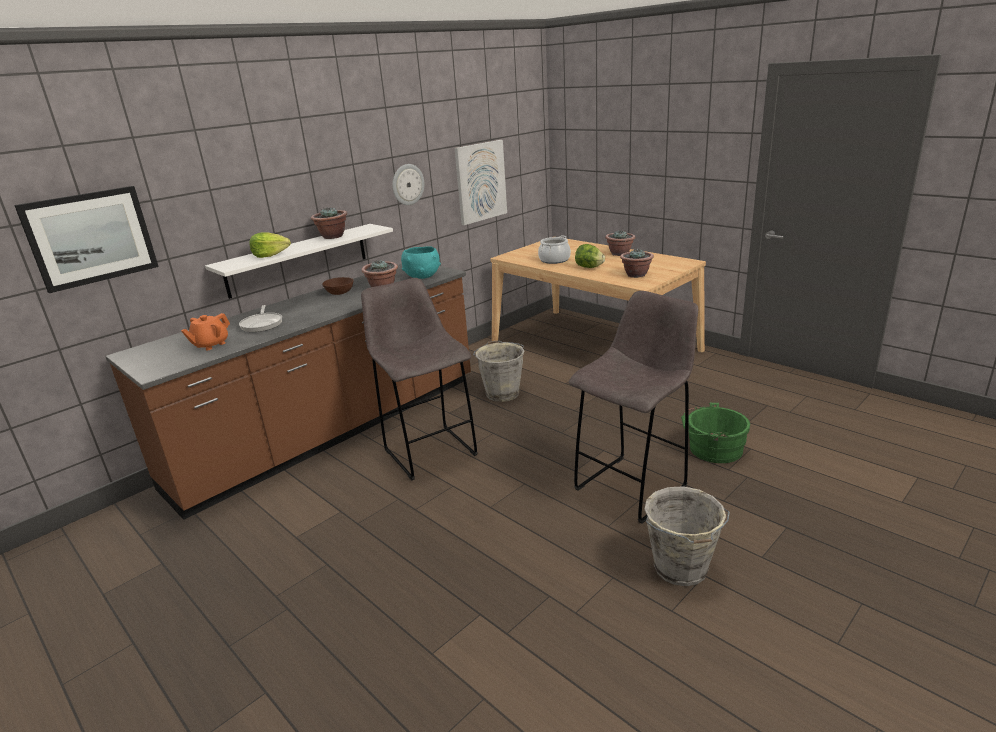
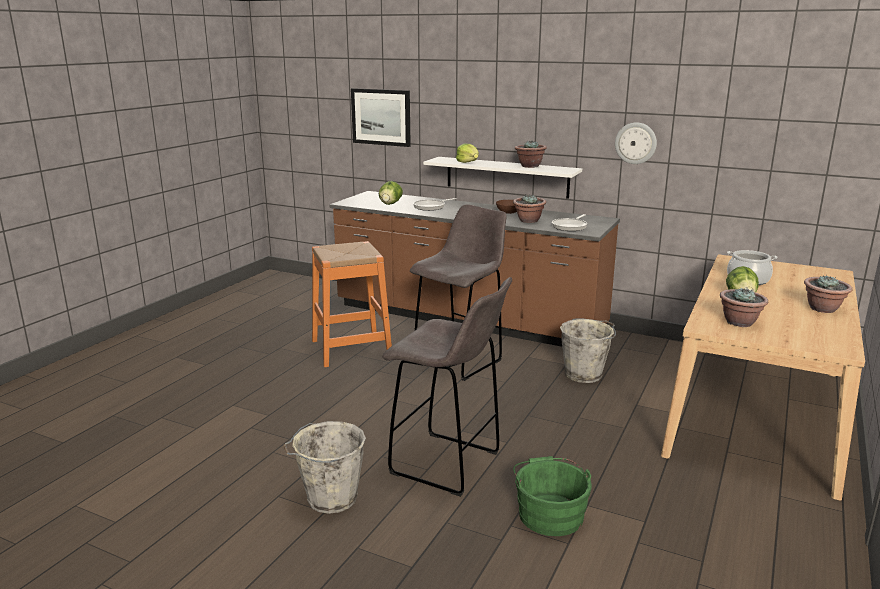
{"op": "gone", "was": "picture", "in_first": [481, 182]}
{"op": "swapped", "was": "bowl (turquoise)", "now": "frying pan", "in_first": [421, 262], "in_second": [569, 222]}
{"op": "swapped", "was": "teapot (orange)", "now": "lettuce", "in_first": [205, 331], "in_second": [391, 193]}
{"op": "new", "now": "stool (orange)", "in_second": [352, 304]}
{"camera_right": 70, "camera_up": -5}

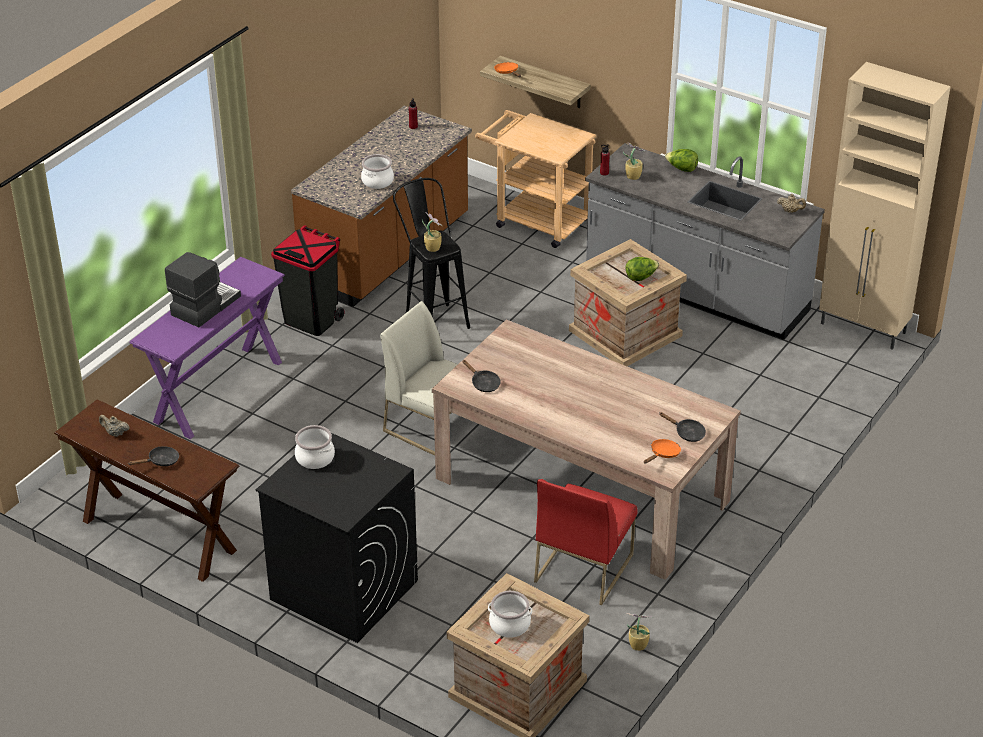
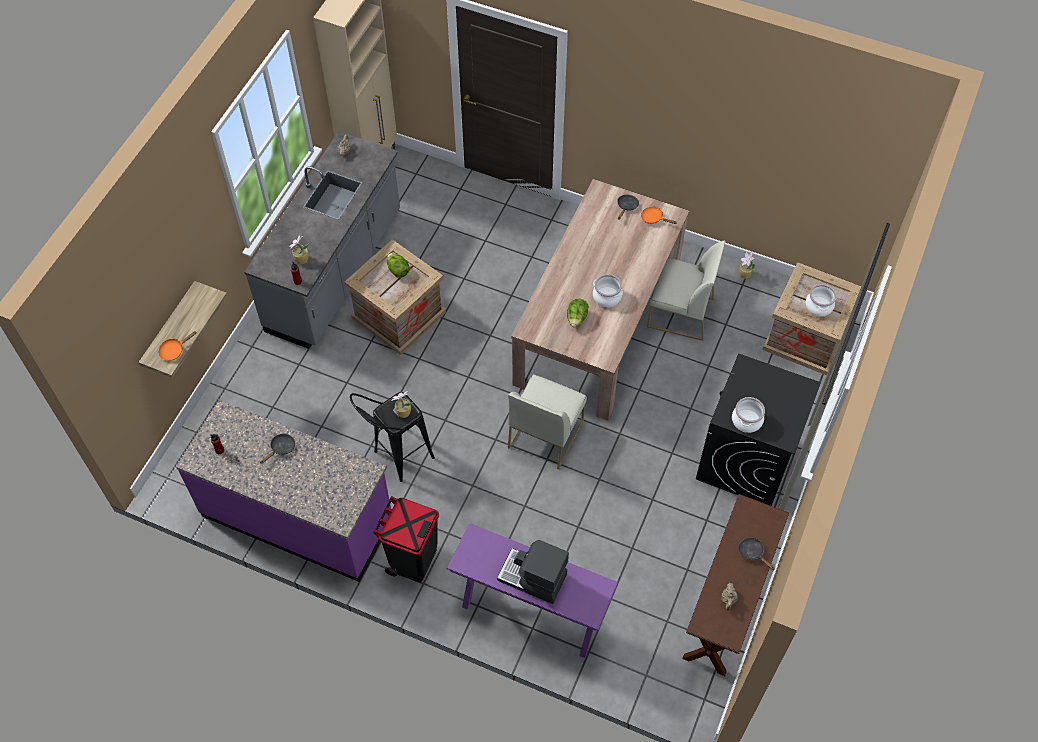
{"op": "repainted", "was": "counter (brown)", "now": "counter (purple)", "in_first": [381, 206], "in_second": [283, 491]}
{"op": "gone", "was": "cart (beige)", "in_first": [535, 179]}
{"op": "shifted", "was": "lettuce", "in_first": [681, 160], "in_second": [578, 312]}
{"op": "shifted", "was": "cooking pot", "in_first": [377, 171], "in_second": [608, 290]}
{"op": "shifted", "was": "frying pan (black)", "in_first": [481, 376], "in_second": [277, 449]}
{"op": "repainted", "was": "chair (red)", "now": "chair (white)", "in_first": [586, 542], "in_second": [686, 291]}
{"camera_right": -100, "camera_up": 20}

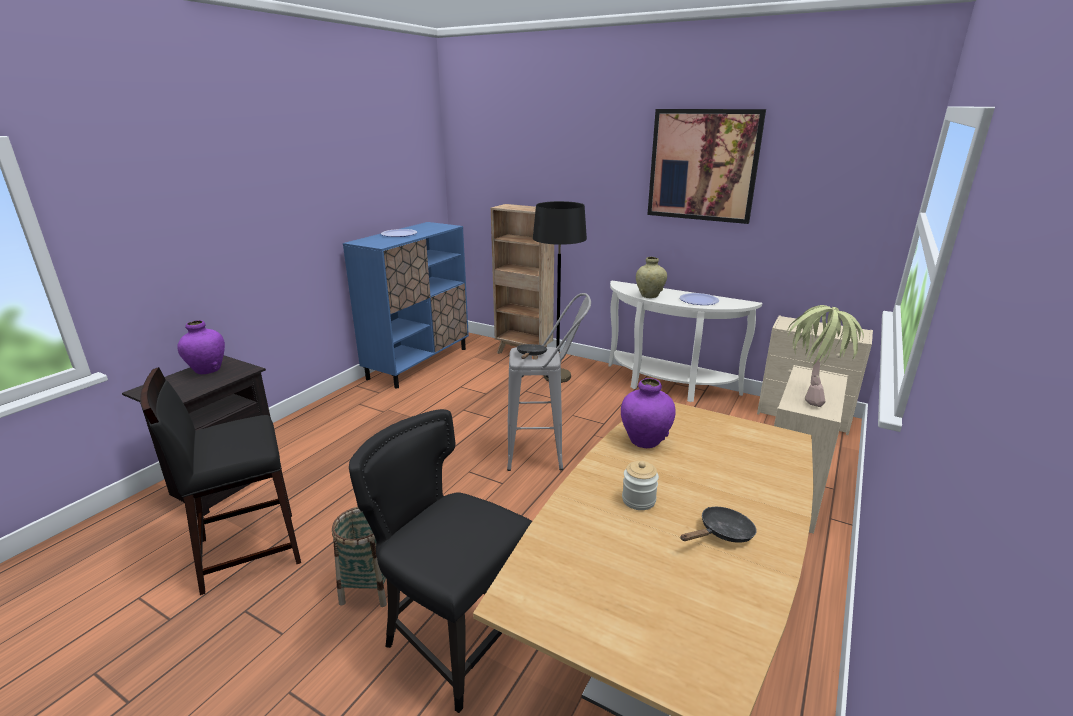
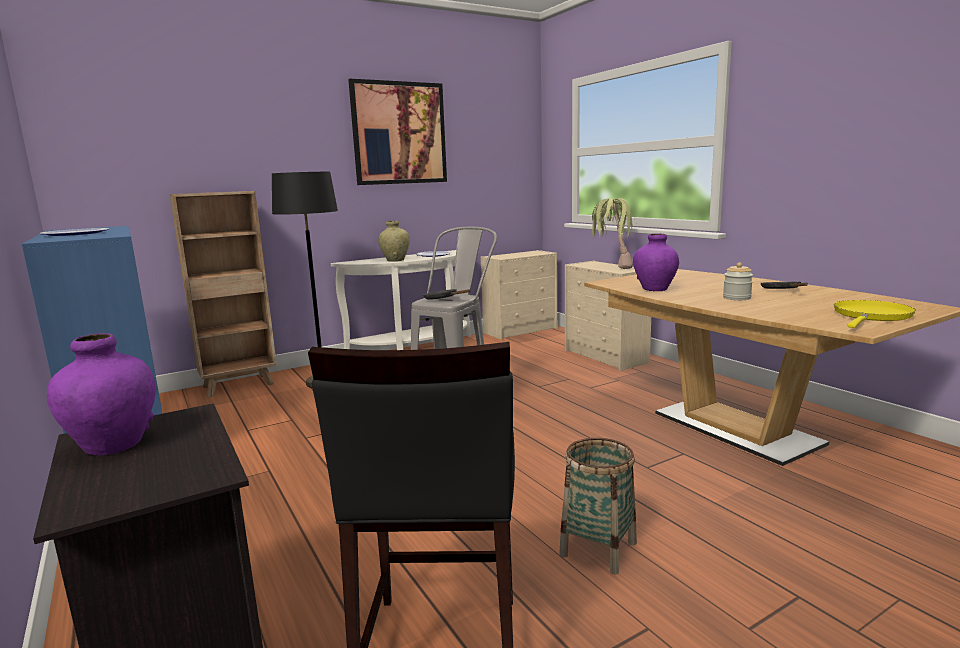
{"op": "gone", "was": "chair (black)", "in_first": [440, 561]}
{"op": "new", "now": "frying pan (yellow)", "in_second": [875, 314]}
{"camera_right": -60, "camera_up": -10}

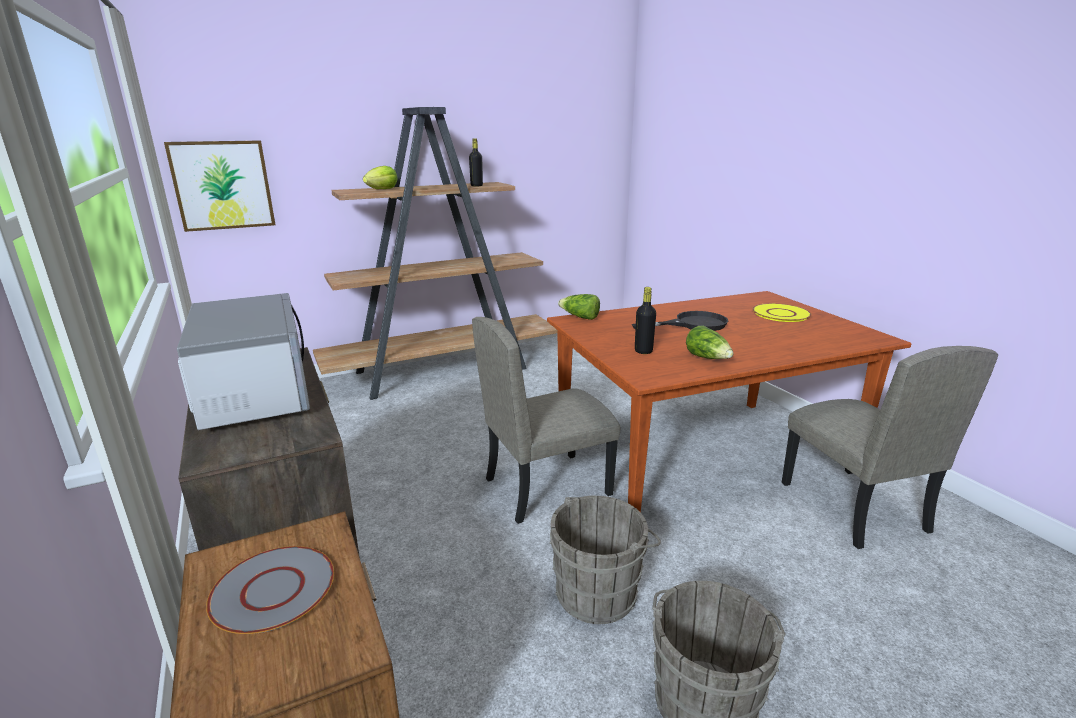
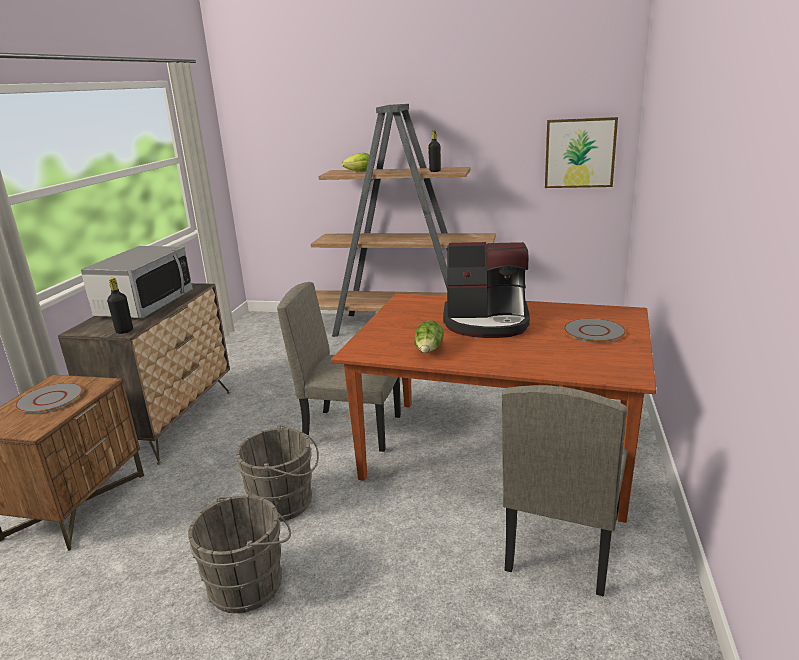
{"op": "shifted", "was": "picture", "in_first": [219, 186], "in_second": [581, 152]}
{"op": "shifted", "was": "bottle (black)", "in_first": [645, 320], "in_second": [120, 306]}
{"op": "gone", "was": "lettuce", "in_first": [579, 307]}
{"op": "repainted", "was": "plate (yellow)", "now": "plate (grey)", "in_first": [782, 312], "in_second": [595, 330]}
{"op": "swapped", "was": "frying pan (black)", "now": "coffee machine", "in_first": [680, 321], "in_second": [486, 290]}
{"camera_right": 40, "camera_up": 0}

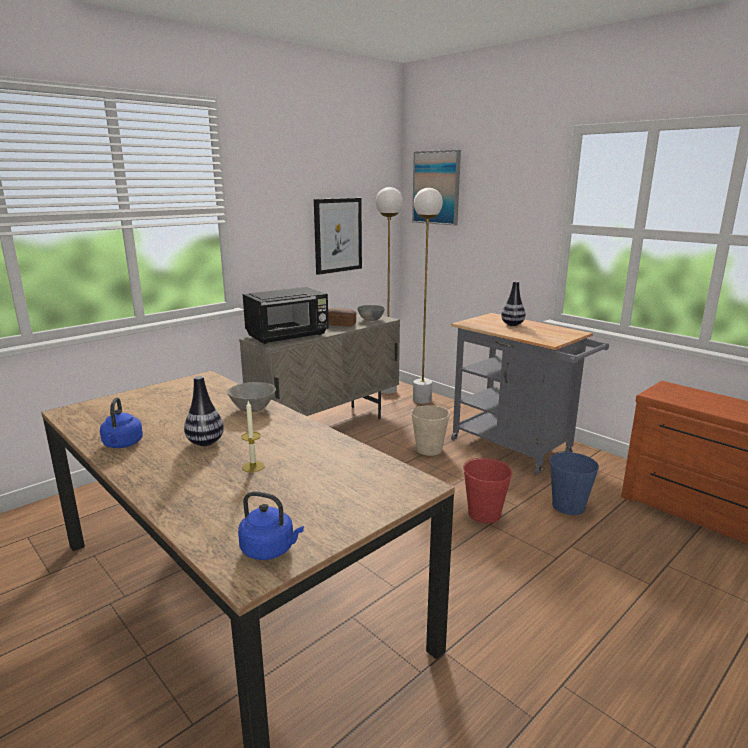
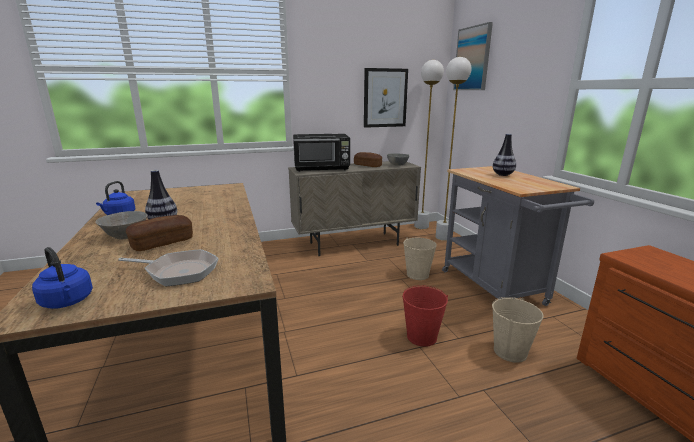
{"op": "shifted", "was": "bowl (grey)", "in_first": [251, 397], "in_second": [121, 225]}
{"op": "swapped", "was": "candle", "now": "bread", "in_first": [253, 437], "in_second": [159, 233]}
{"op": "repainted", "was": "bucket (blue)", "now": "bucket (beige)", "in_first": [574, 482], "in_second": [518, 330]}
{"op": "new", "now": "frying pan", "in_second": [168, 267]}
{"camera_right": 25, "camera_up": 0}

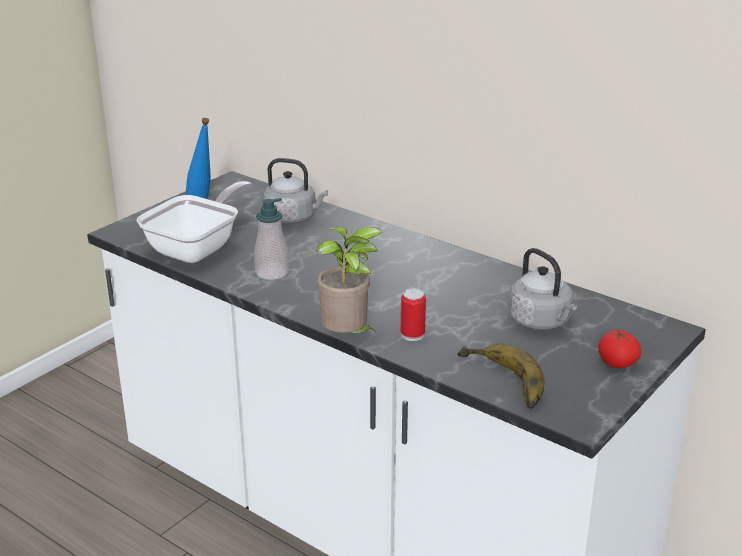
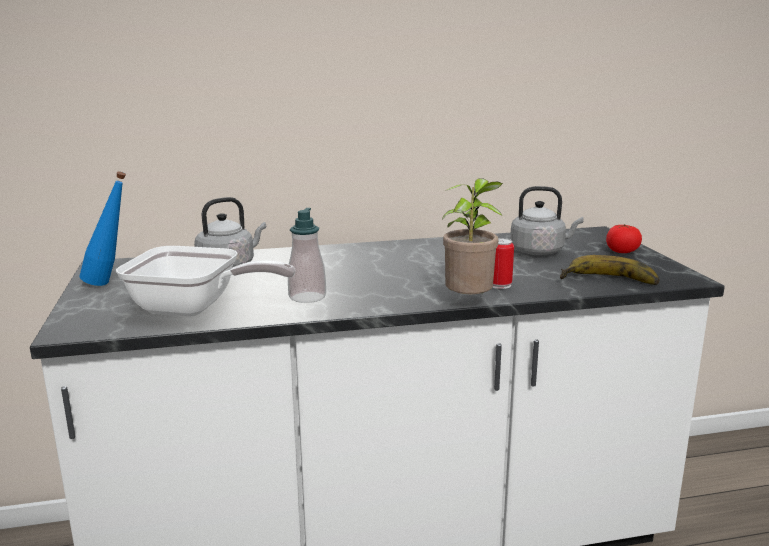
{"op": "rotated", "was": "frying pan", "in_first": [194, 222], "in_second": [206, 281], "clockwise": 120}
{"camera_right": -50, "camera_up": -10}

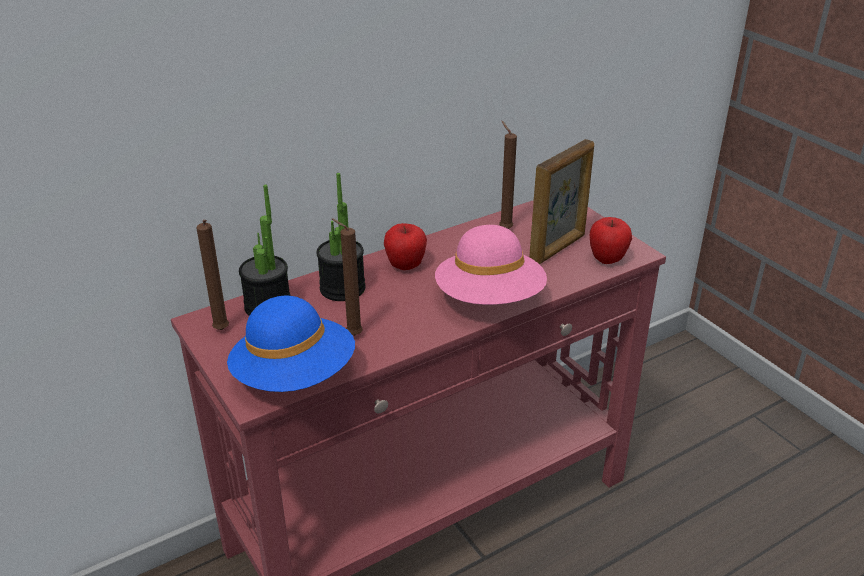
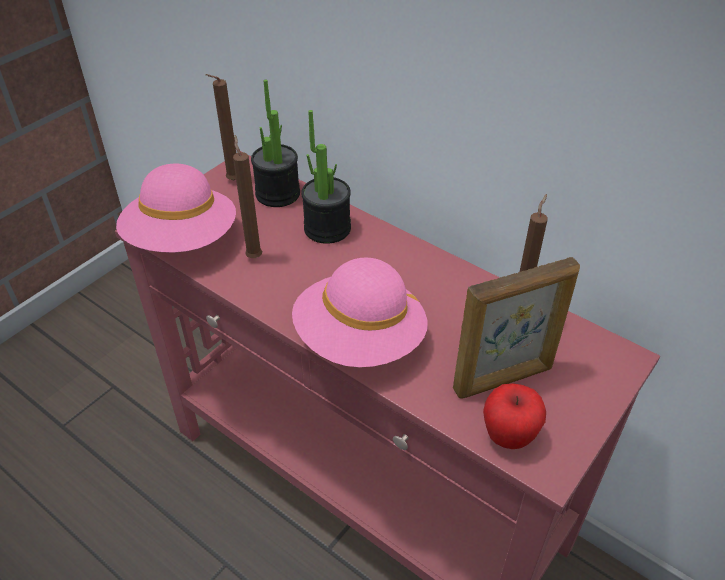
{"op": "rotated", "was": "picture frame", "in_first": [561, 201], "in_second": [516, 328], "clockwise": -45}
{"op": "gone", "was": "apple", "in_first": [405, 246]}
{"op": "repainted", "was": "hat (blue)", "now": "hat (pink)", "in_first": [291, 344], "in_second": [176, 208]}
{"camera_right": 70, "camera_up": 10}

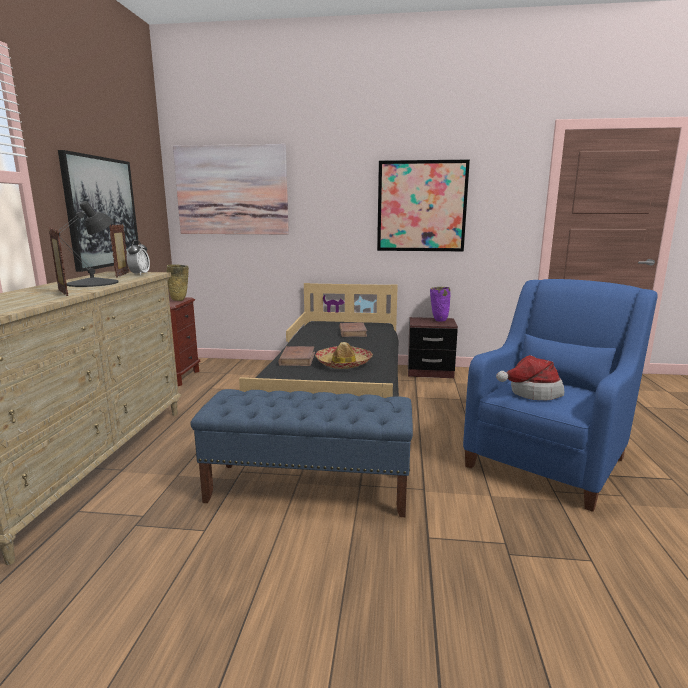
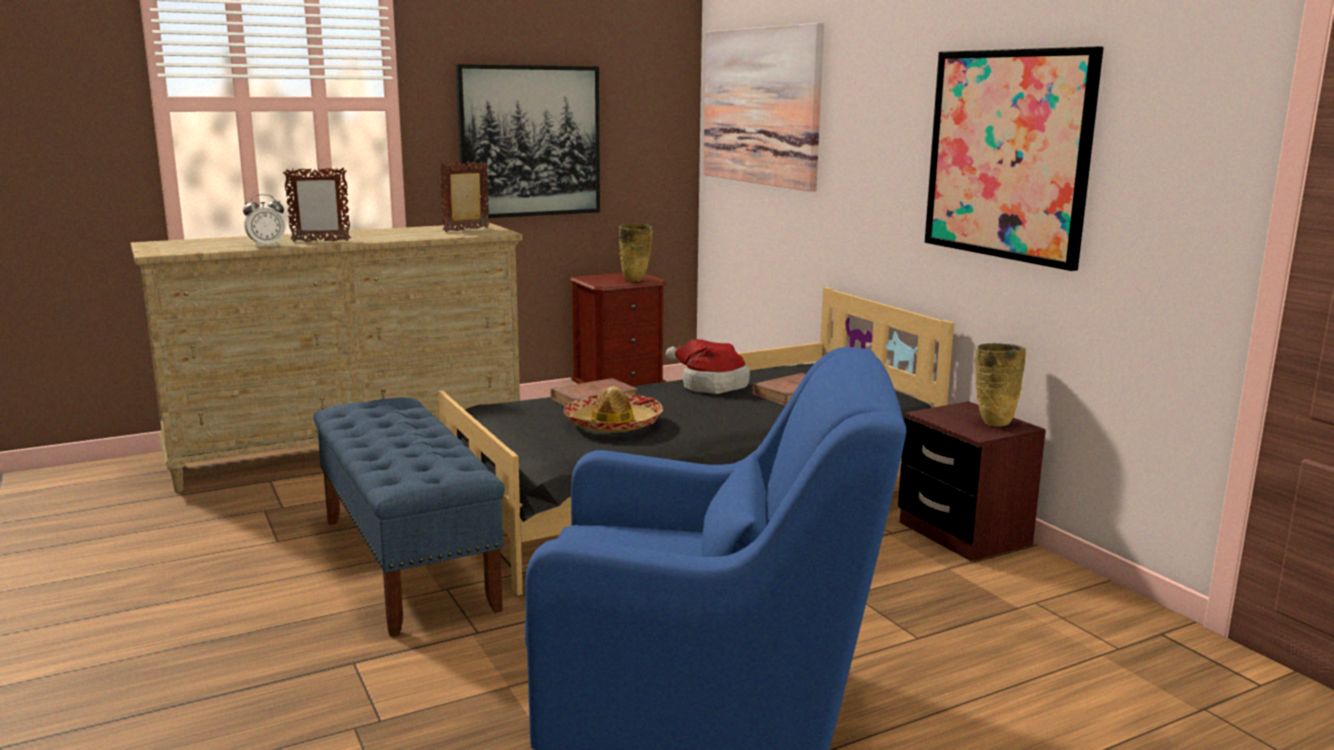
{"op": "gone", "was": "table lamp (black)", "in_first": [88, 244]}
{"op": "rotated", "was": "picture frame", "in_first": [58, 261], "in_second": [317, 205], "clockwise": 60}
{"op": "shifted", "was": "alarm clock", "in_first": [138, 258], "in_second": [264, 221]}
{"op": "repainted", "was": "vase (purple)", "now": "vase (beige)", "in_first": [440, 304], "in_second": [1000, 384]}
{"op": "shifted", "was": "hat", "in_first": [530, 377], "in_second": [708, 366]}
{"camera_right": 55, "camera_up": 0}

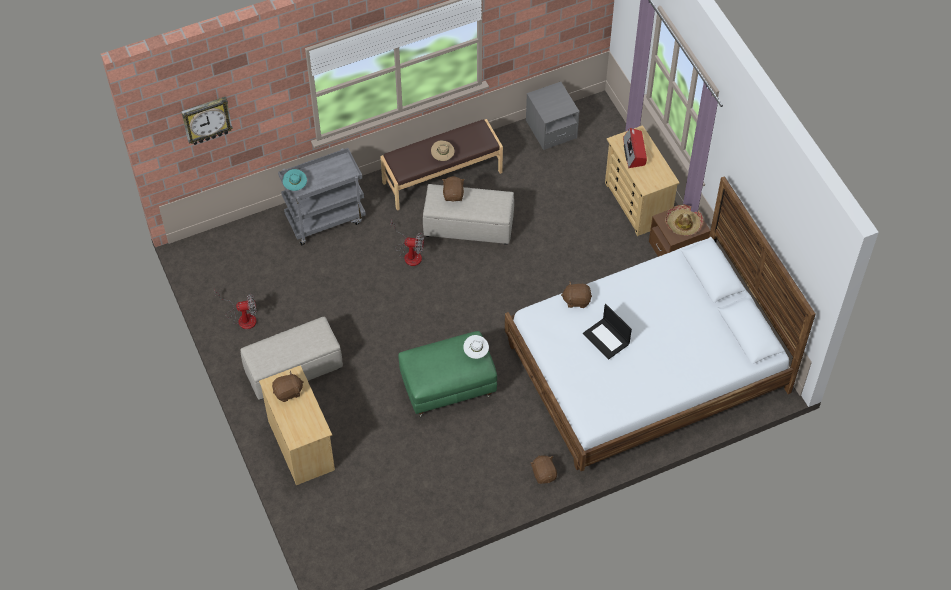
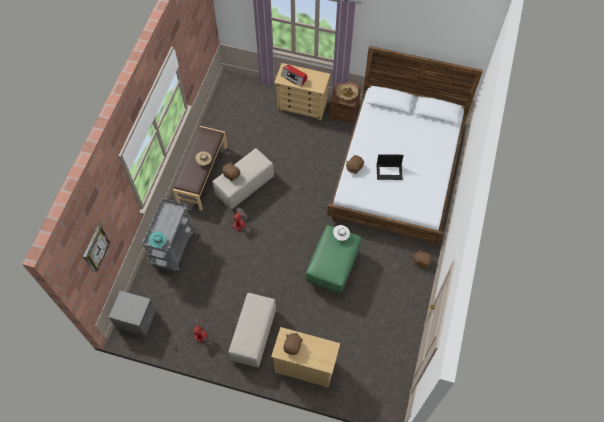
{"op": "shifted", "was": "nightstand (grey)", "in_first": [553, 116], "in_second": [132, 313]}
{"camera_right": -50, "camera_up": 5}

